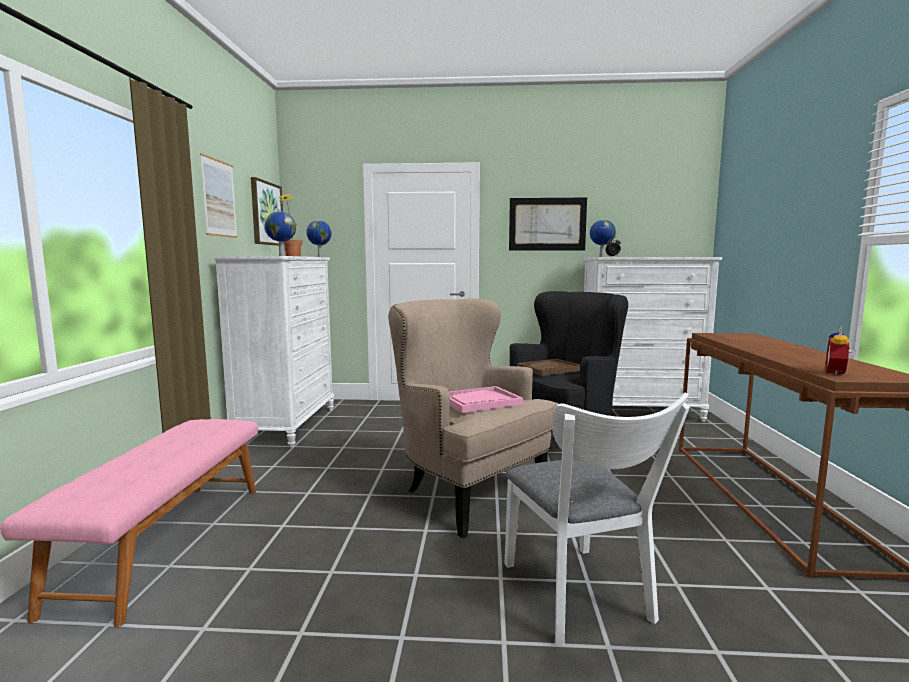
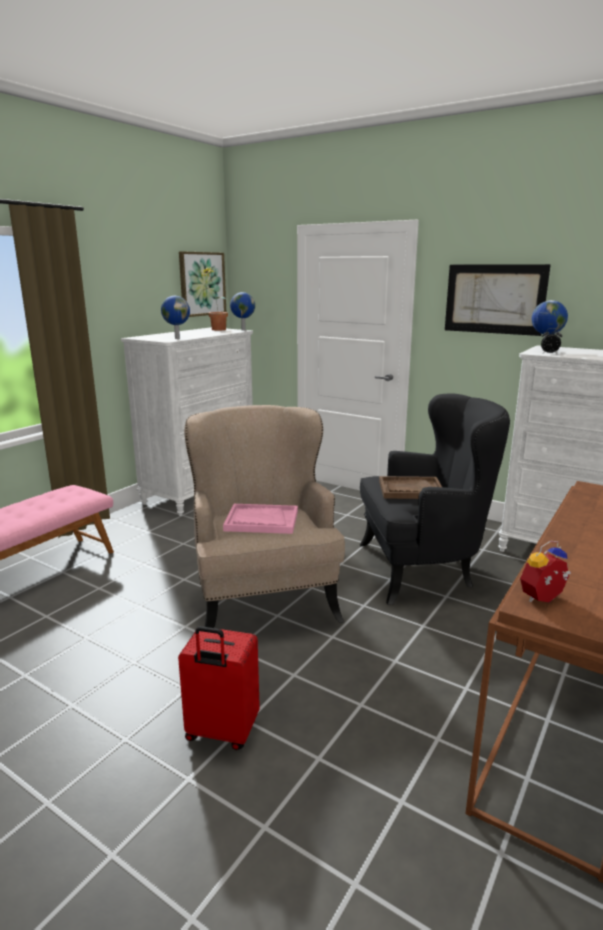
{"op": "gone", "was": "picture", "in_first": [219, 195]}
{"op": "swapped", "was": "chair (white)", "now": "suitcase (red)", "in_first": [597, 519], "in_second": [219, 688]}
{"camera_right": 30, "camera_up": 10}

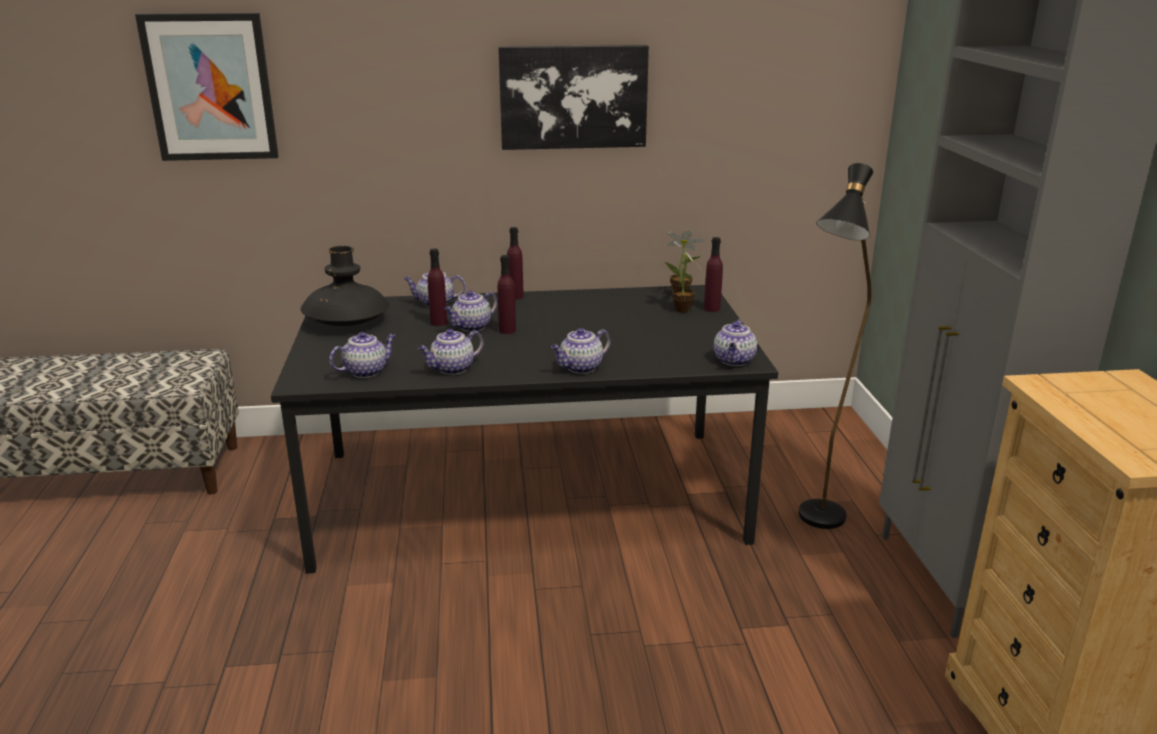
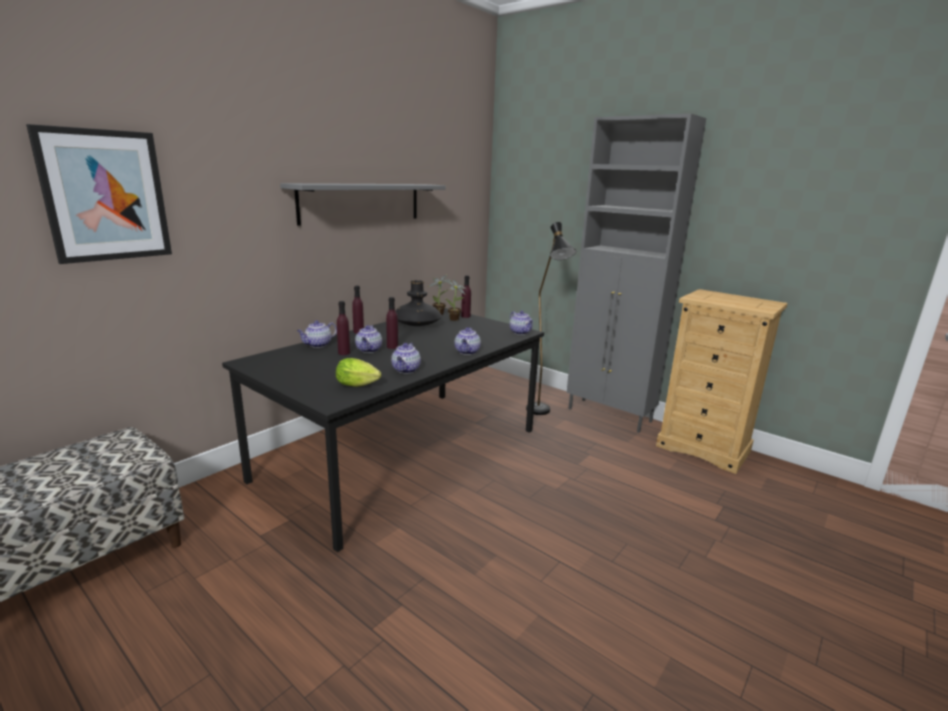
{"op": "swapped", "was": "picture", "now": "shelf (grey)", "in_first": [573, 97], "in_second": [363, 204]}
{"op": "shifted", "was": "vase (black)", "in_first": [345, 286], "in_second": [418, 303]}
{"op": "swapped", "was": "teapot", "now": "lettuce", "in_first": [362, 355], "in_second": [358, 372]}
{"camera_right": -45, "camera_up": -5}

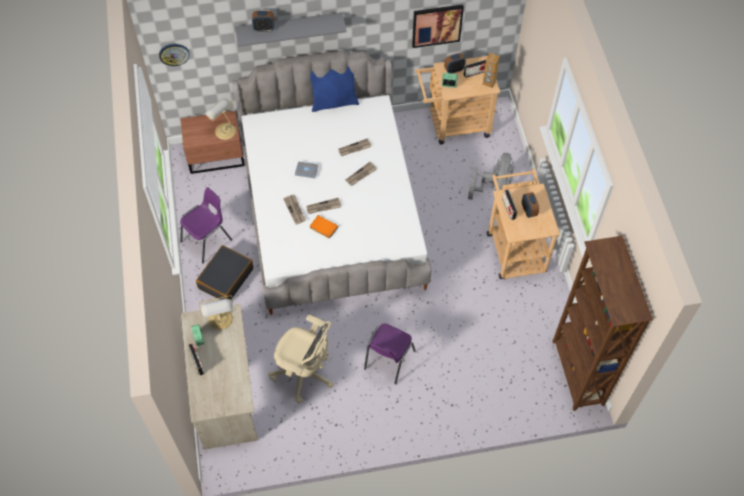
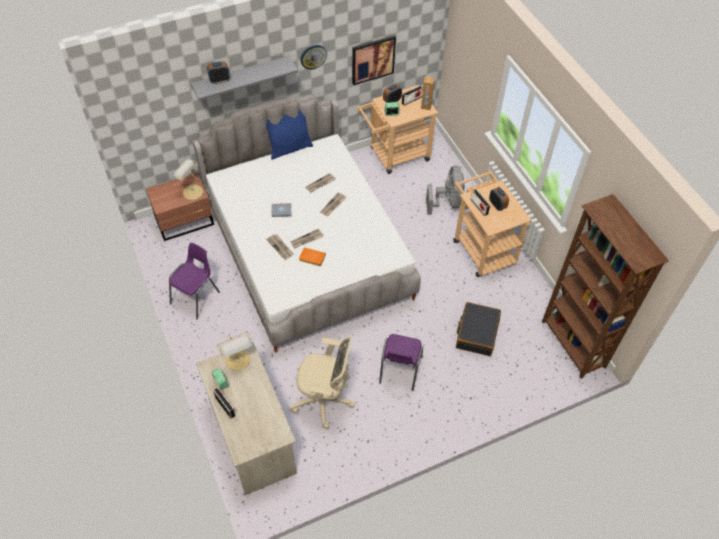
{"op": "shifted", "was": "wall clock", "in_first": [174, 55], "in_second": [313, 57]}
{"op": "shifted", "was": "suitcase (black)", "in_first": [225, 272], "in_second": [478, 329]}
{"camera_right": -15, "camera_up": -5}

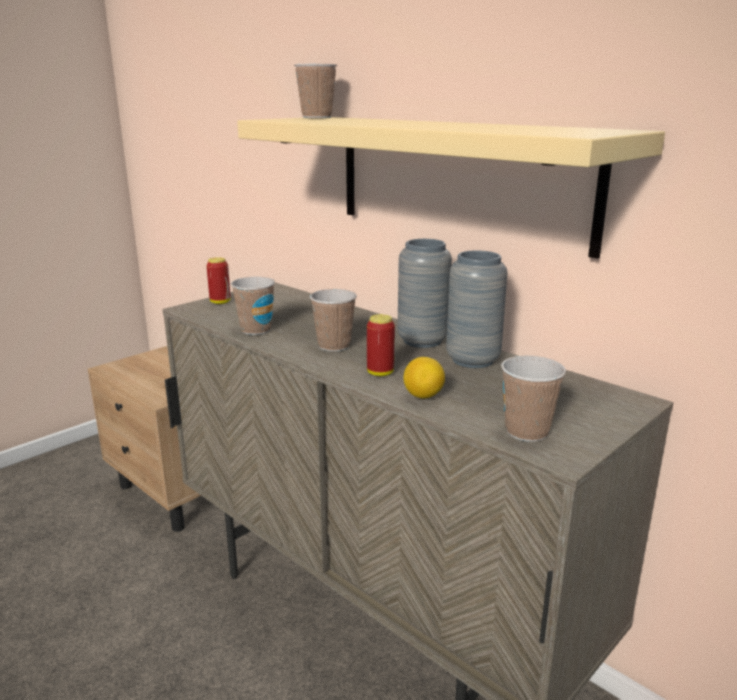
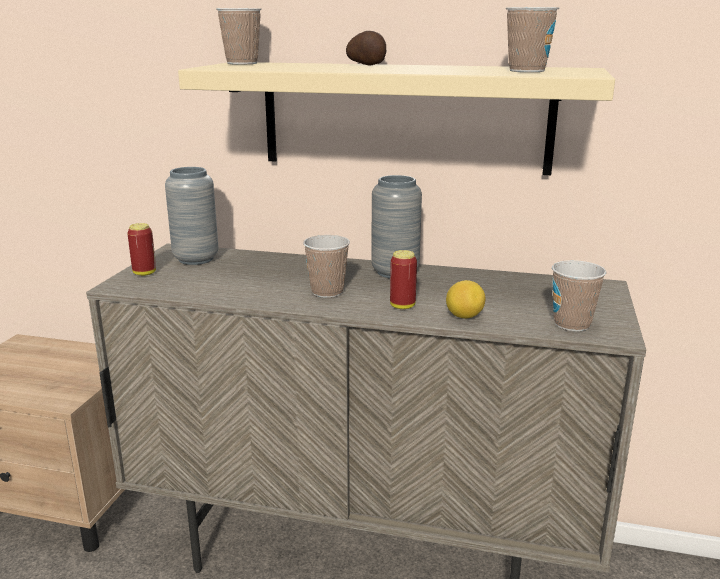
{"op": "shifted", "was": "vase (grey)", "in_first": [476, 309], "in_second": [192, 216]}
{"op": "shifted", "was": "cup", "in_first": [253, 306], "in_second": [532, 39]}
{"op": "new", "now": "potato", "in_second": [366, 48]}
{"camera_right": -30, "camera_up": 0}

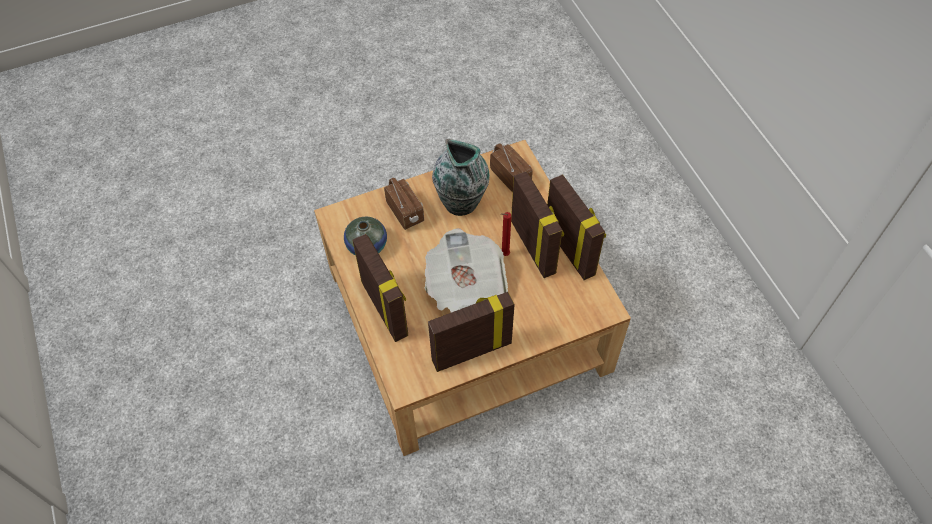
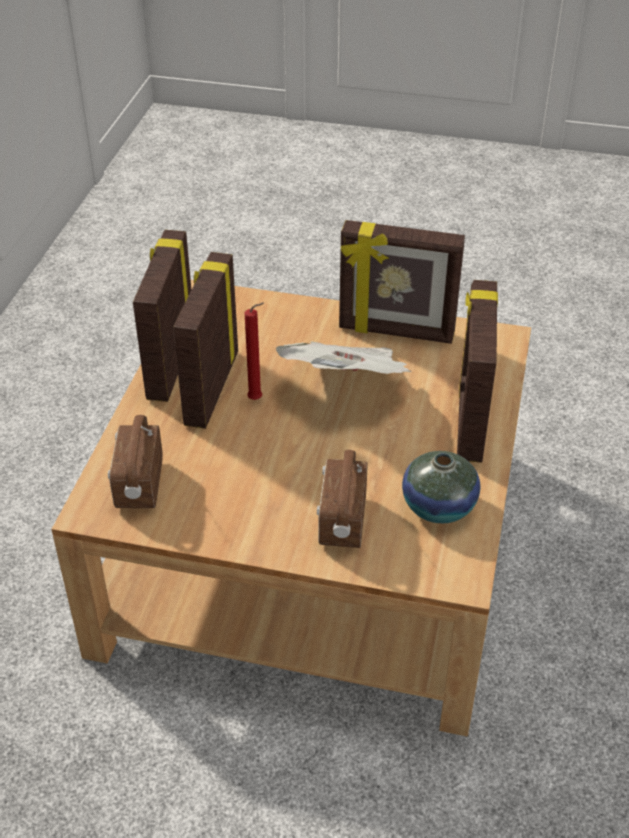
{"op": "gone", "was": "vase", "in_first": [461, 177]}
{"camera_right": -145, "camera_up": -15}

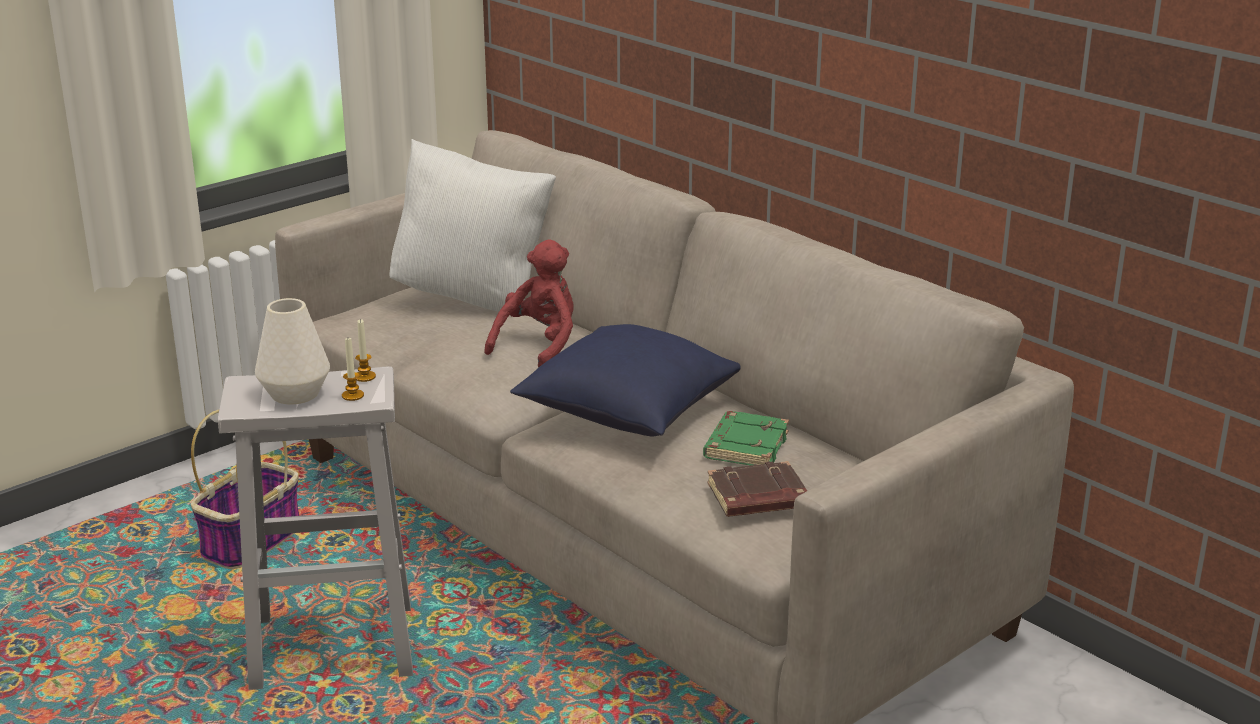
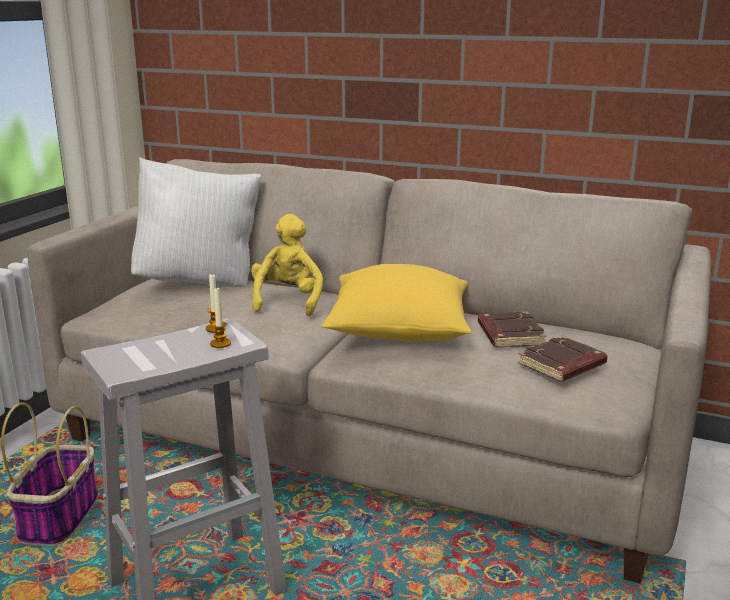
{"op": "repainted", "was": "plush toy (red)", "now": "plush toy (yellow)", "in_first": [529, 303], "in_second": [287, 265]}
{"op": "gone", "was": "vase (white)", "in_first": [292, 351]}
{"op": "repainted", "was": "pillow (blue)", "now": "pillow (yellow)", "in_first": [625, 380], "in_second": [396, 302]}
{"op": "repainted", "was": "book (green)", "now": "book (brown)", "in_first": [746, 438], "in_second": [512, 330]}
{"camera_right": -25, "camera_up": -5}

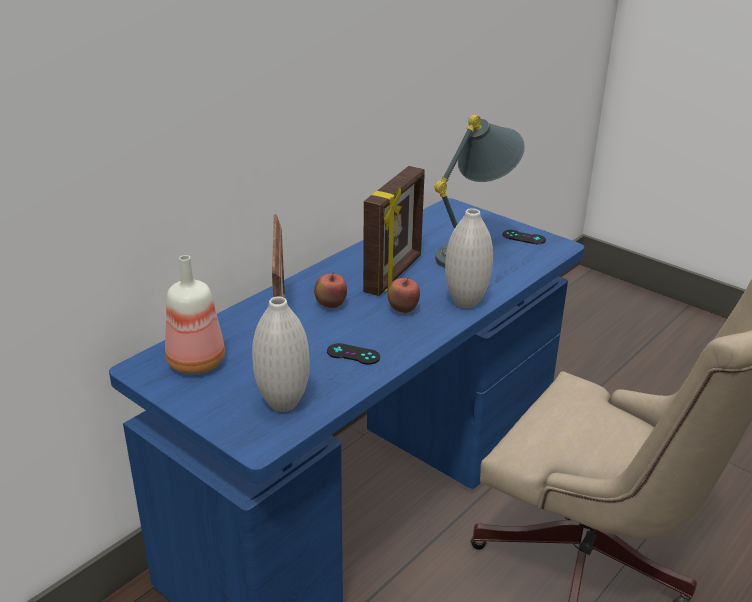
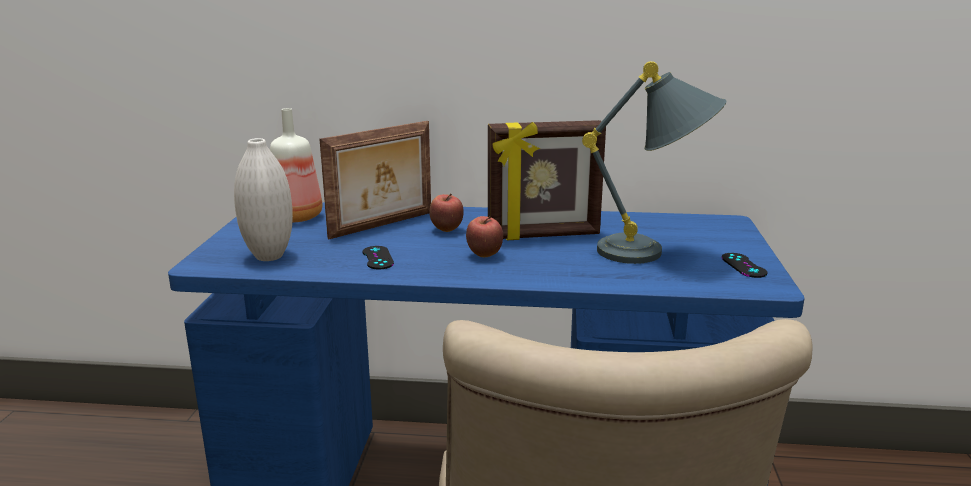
{"op": "gone", "was": "vase (white)", "in_first": [469, 258]}
{"camera_right": 55, "camera_up": -10}

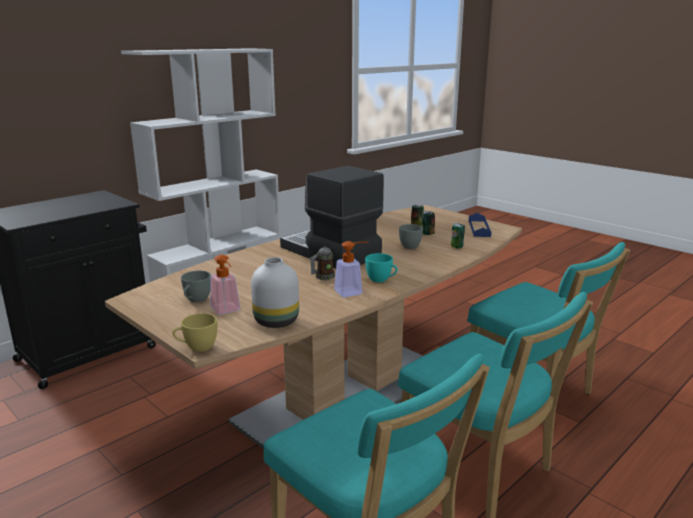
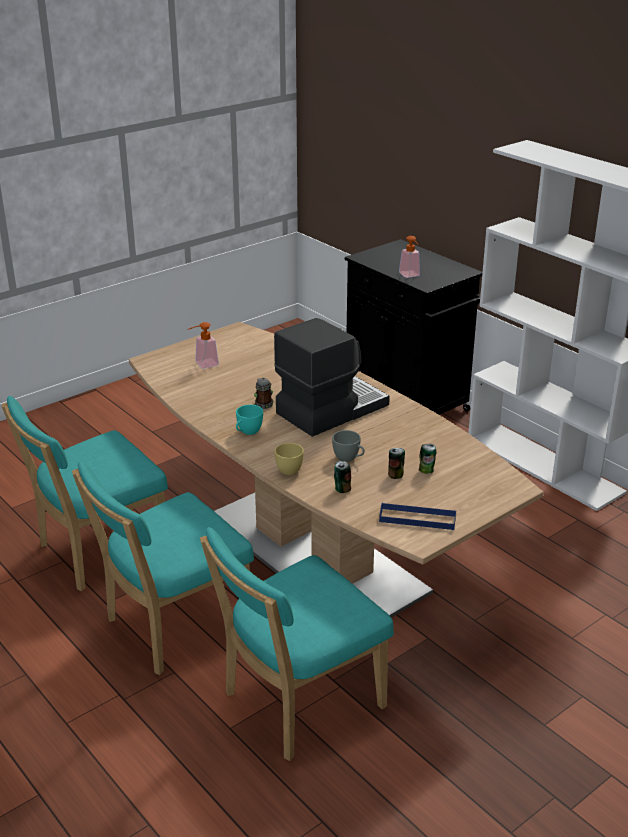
{"op": "shifted", "was": "soap dispenser", "in_first": [351, 269], "in_second": [409, 257]}
{"op": "gone", "was": "vase (white)", "in_first": [275, 292]}
{"op": "gone", "was": "cup (grey)", "in_first": [196, 286]}
{"op": "shifted", "was": "cup (yellow)", "in_first": [194, 332], "in_second": [289, 459]}
{"camera_right": 95, "camera_up": 10}

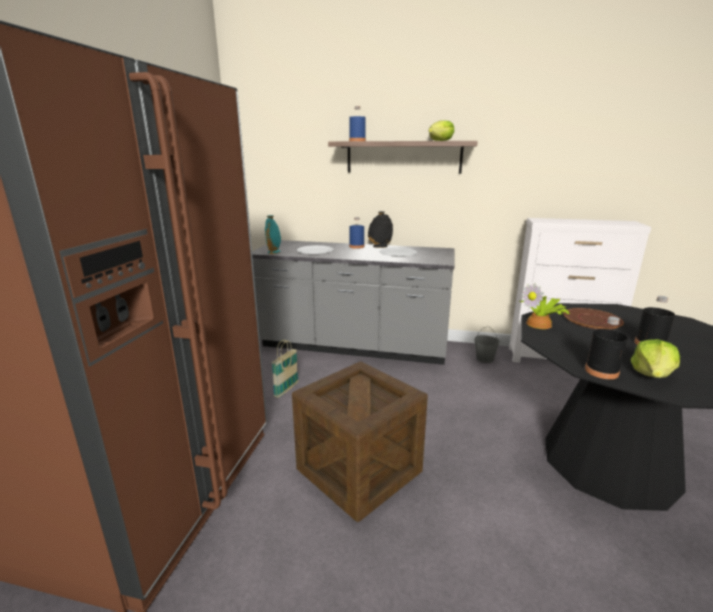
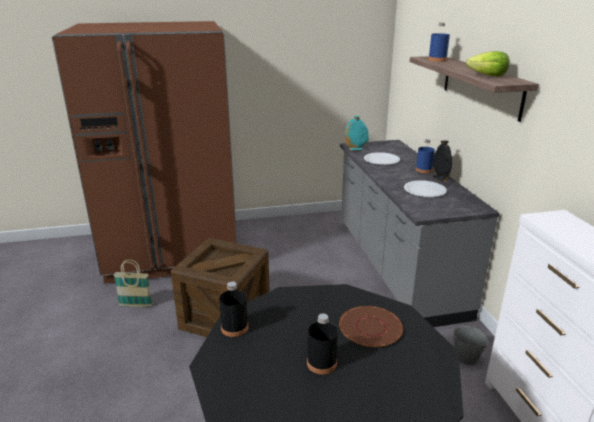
{"op": "gone", "was": "potted plant", "in_first": [545, 306]}
{"op": "gone", "was": "lettuce", "in_first": [655, 358]}
{"op": "shifted", "was": "basket", "in_first": [285, 369], "in_second": [133, 283]}
{"camera_right": 65, "camera_up": 5}

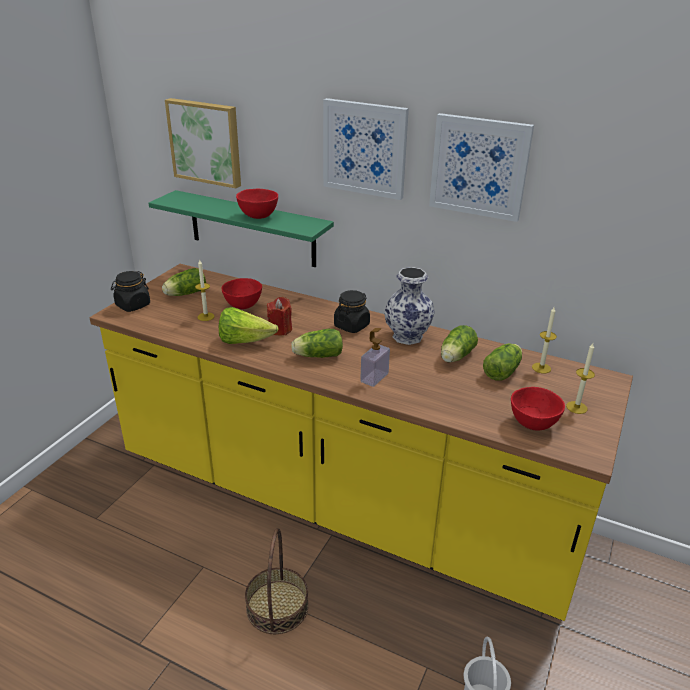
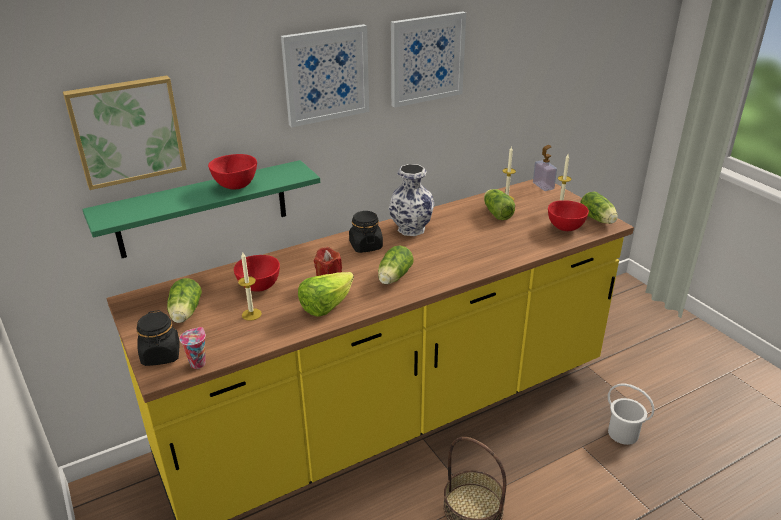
{"op": "shifted", "was": "lettuce", "in_first": [459, 344], "in_second": [599, 208]}
{"op": "shifted", "was": "soap dispenser", "in_first": [375, 357], "in_second": [545, 168]}
{"op": "new", "now": "cup", "in_second": [192, 348]}
{"camera_right": -55, "camera_up": 0}

